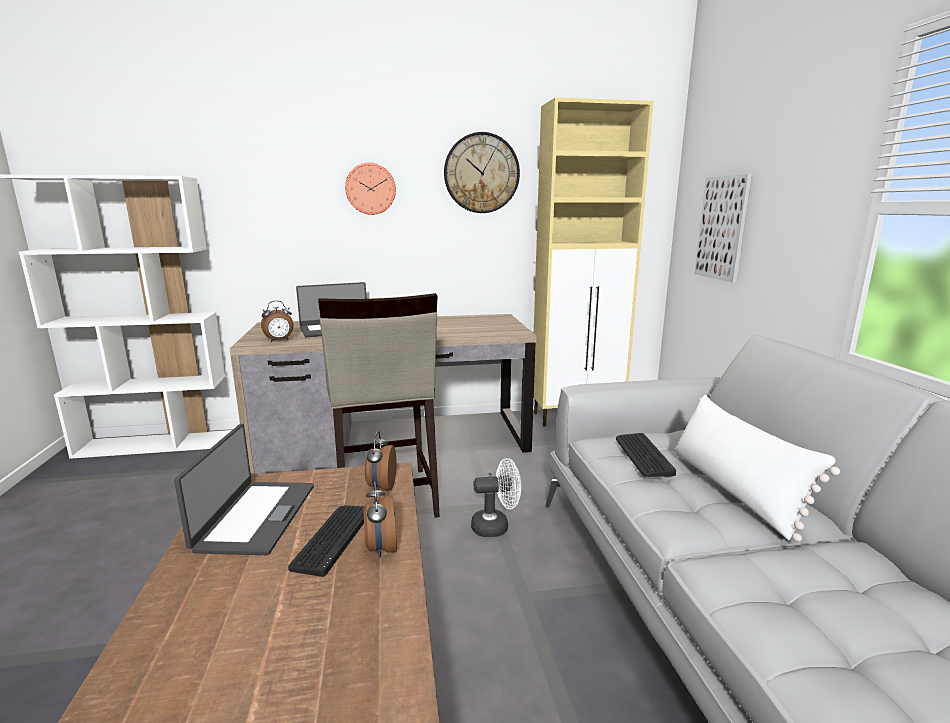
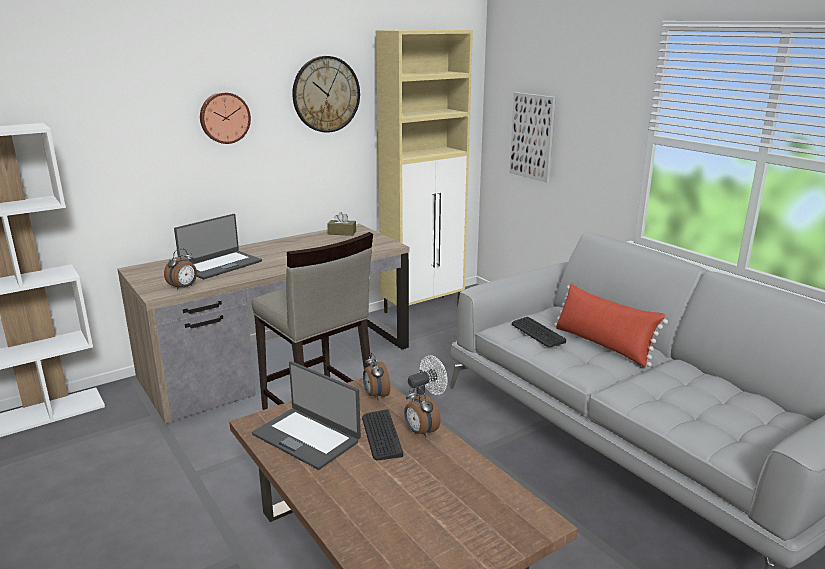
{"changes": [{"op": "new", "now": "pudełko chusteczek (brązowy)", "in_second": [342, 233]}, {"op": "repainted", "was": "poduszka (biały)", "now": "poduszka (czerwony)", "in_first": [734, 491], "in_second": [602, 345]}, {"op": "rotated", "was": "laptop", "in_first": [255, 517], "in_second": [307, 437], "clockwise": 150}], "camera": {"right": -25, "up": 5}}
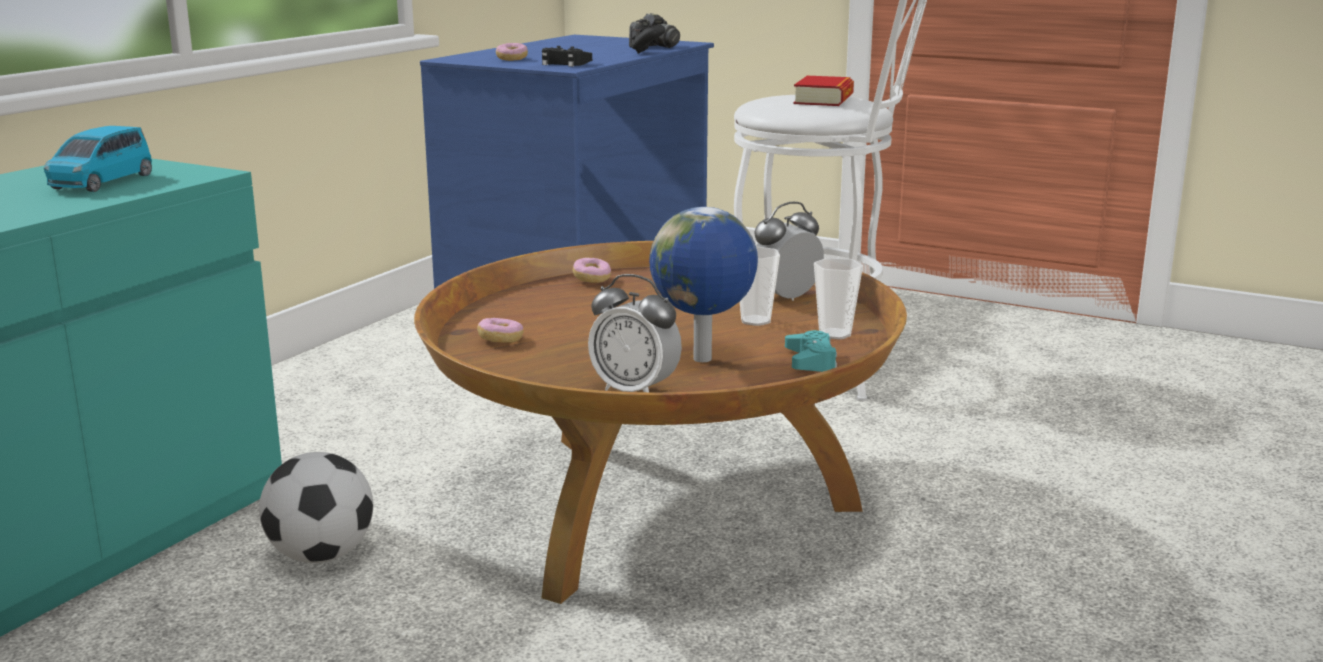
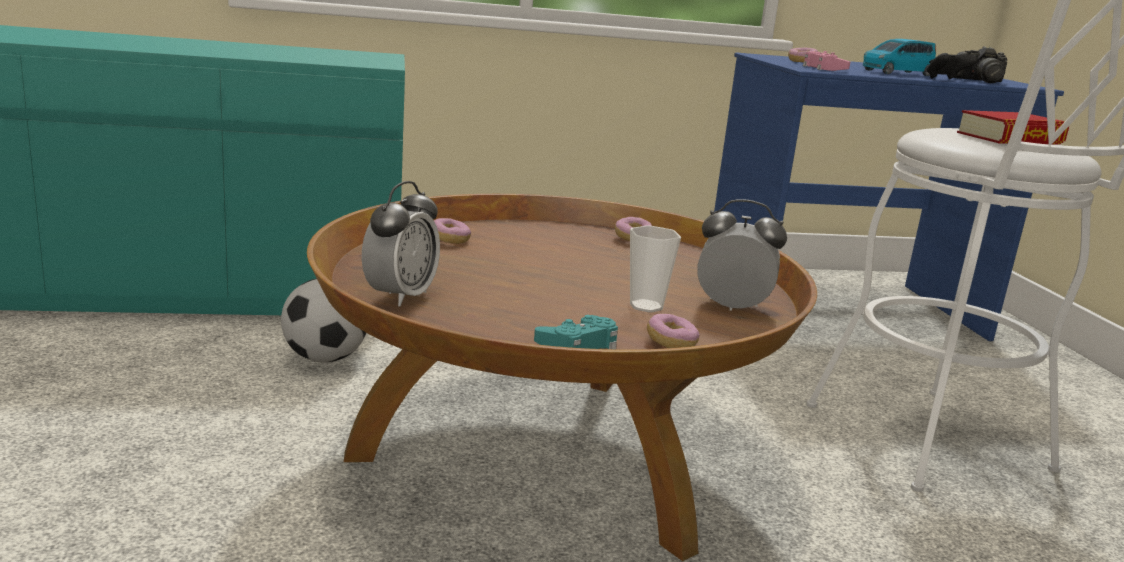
{"changes": [{"op": "gone", "was": "globus", "in_first": [703, 360]}, {"op": "shifted", "was": "samochodzik (niebieski)", "in_first": [101, 182], "in_second": [896, 73]}, {"op": "swapped", "was": "filiżanka", "now": "donut", "in_first": [835, 334], "in_second": [671, 343]}, {"op": "repainted", "was": "pad do gier (czarny)", "now": "pad do gier (różowy)", "in_first": [564, 64], "in_second": [823, 68]}, {"op": "rotated", "was": "budzik", "in_first": [635, 391], "in_second": [400, 296], "clockwise": -150}], "camera": {"right": 50, "up": 0}}
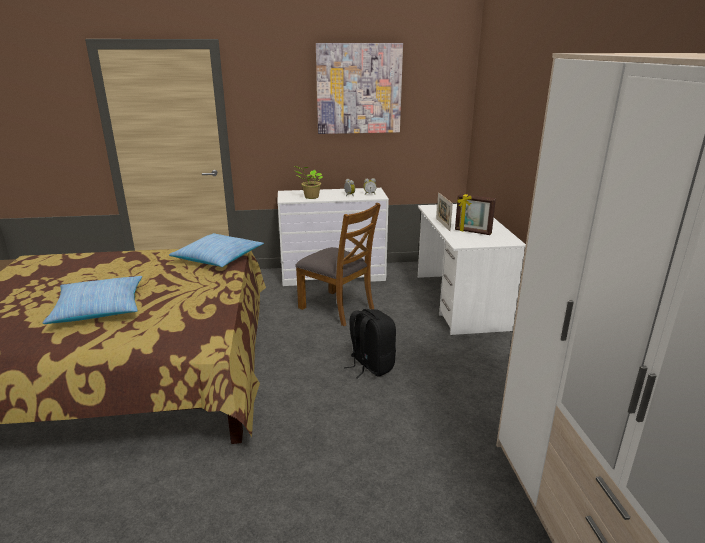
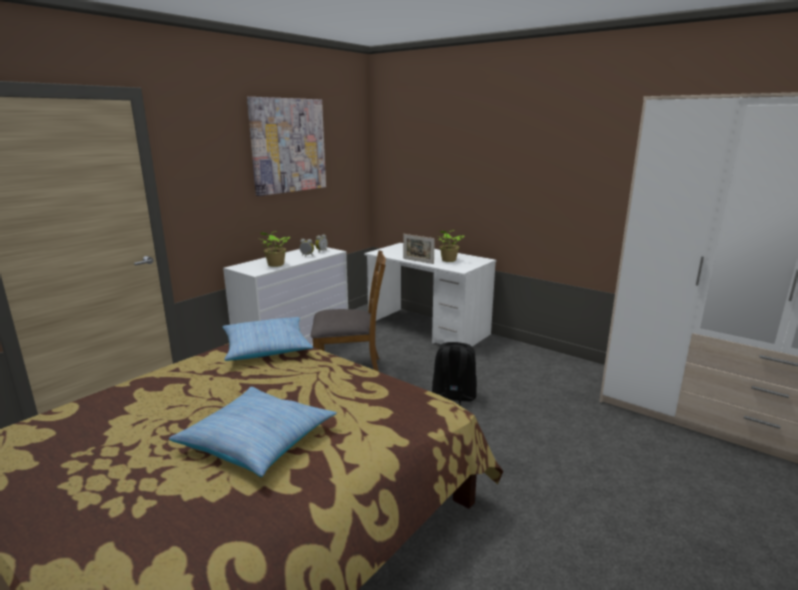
{"changes": [{"op": "swapped", "was": "ramka na zdjęcie", "now": "roślina doniczkowa", "in_first": [472, 232], "in_second": [448, 260]}], "camera": {"right": -45, "up": -5}}
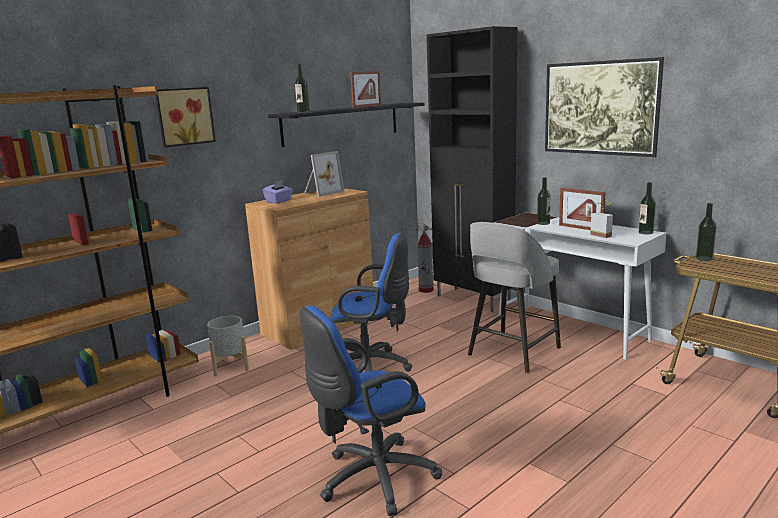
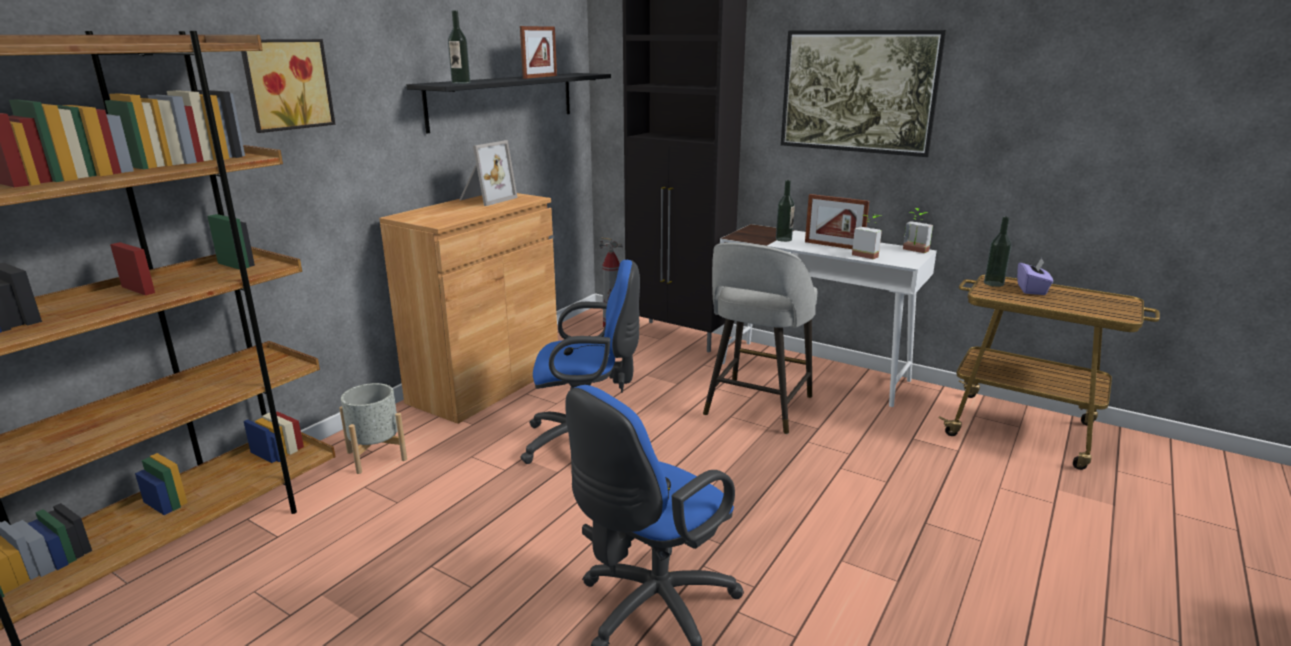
{"changes": [{"op": "shifted", "was": "pudełko chusteczek (fioletowy)", "in_first": [279, 201], "in_second": [1032, 289]}, {"op": "swapped", "was": "butelka", "now": "roślina doniczkowa", "in_first": [645, 232], "in_second": [913, 251]}], "camera": {"right": -15, "up": 5}}
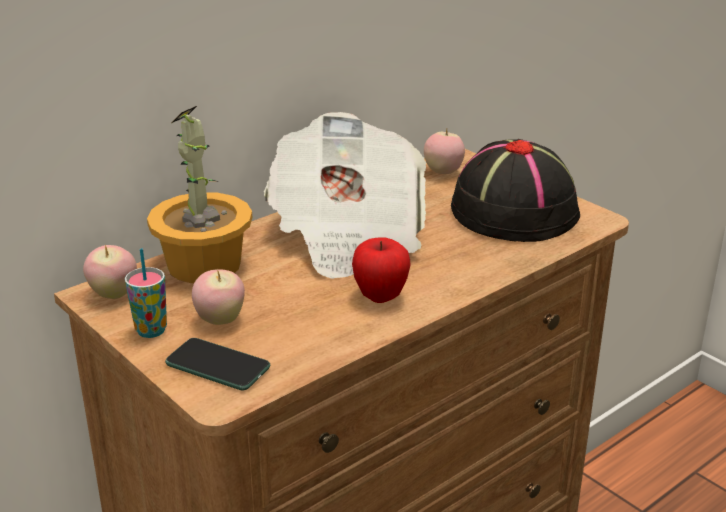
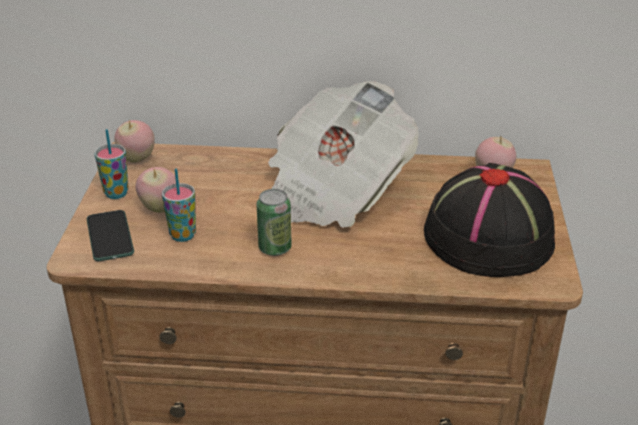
{"changes": [{"op": "gone", "was": "roślina doniczkowa", "in_first": [205, 265]}, {"op": "new", "now": "filiżanka", "in_second": [183, 235]}, {"op": "swapped", "was": "jabłko", "now": "puszka", "in_first": [380, 296], "in_second": [275, 248]}], "camera": {"right": 45, "up": 5}}
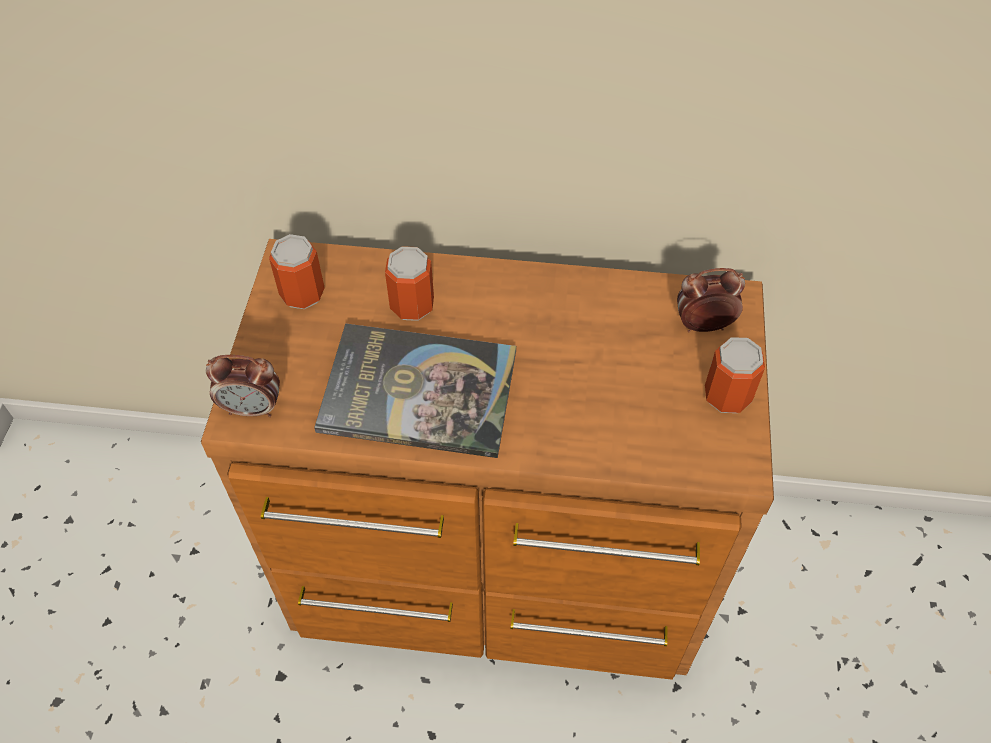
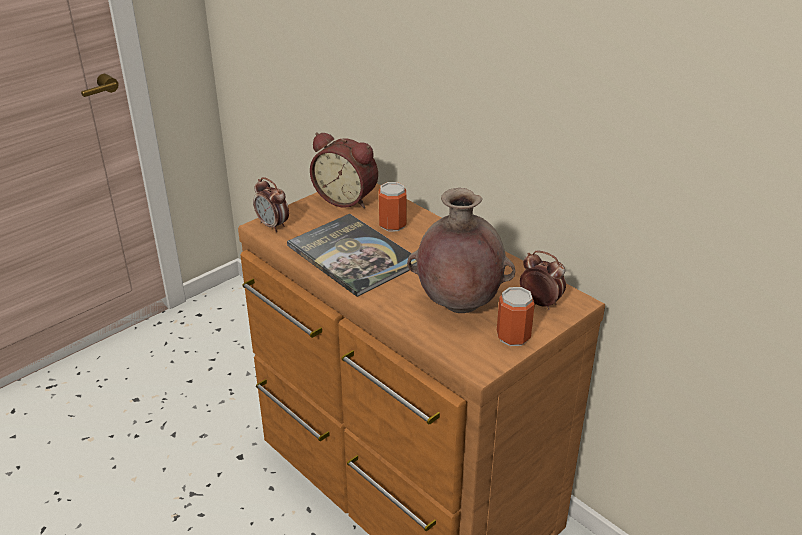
{"changes": [{"op": "new", "now": "wazon (brązowy)", "in_second": [458, 304]}, {"op": "swapped", "was": "puszka", "now": "budzik", "in_first": [302, 294], "in_second": [347, 198]}], "camera": {"right": 40, "up": -20}}
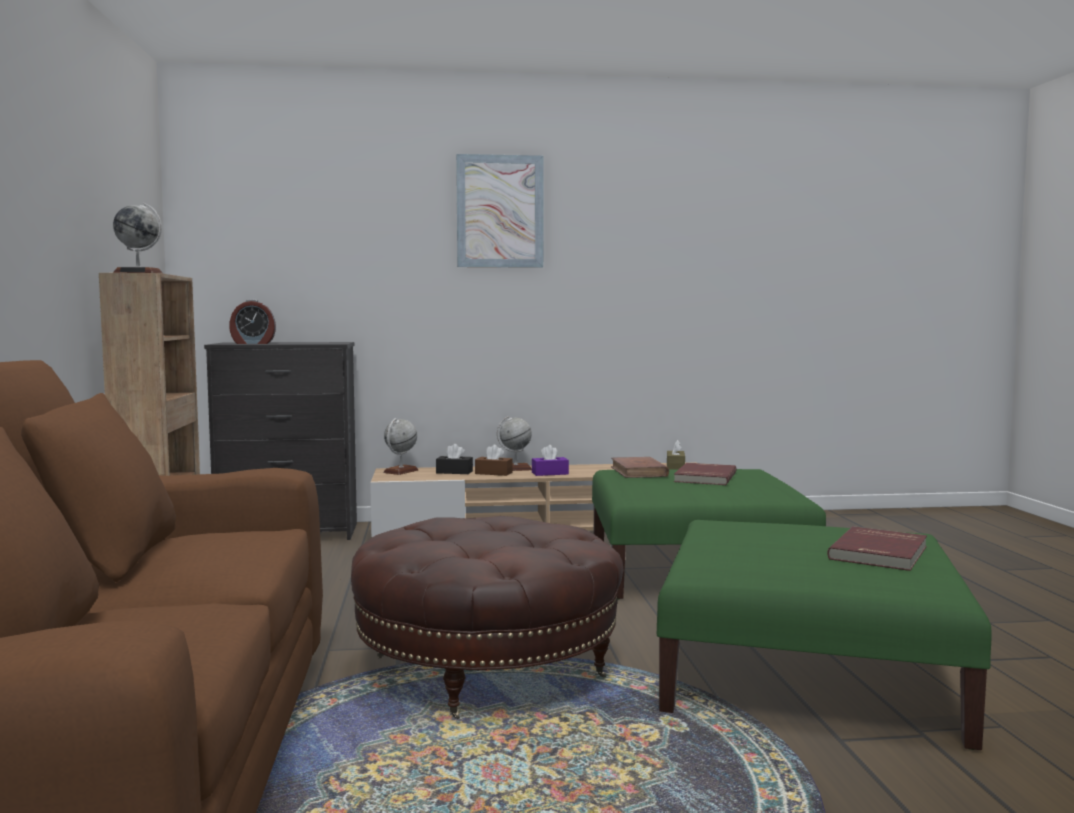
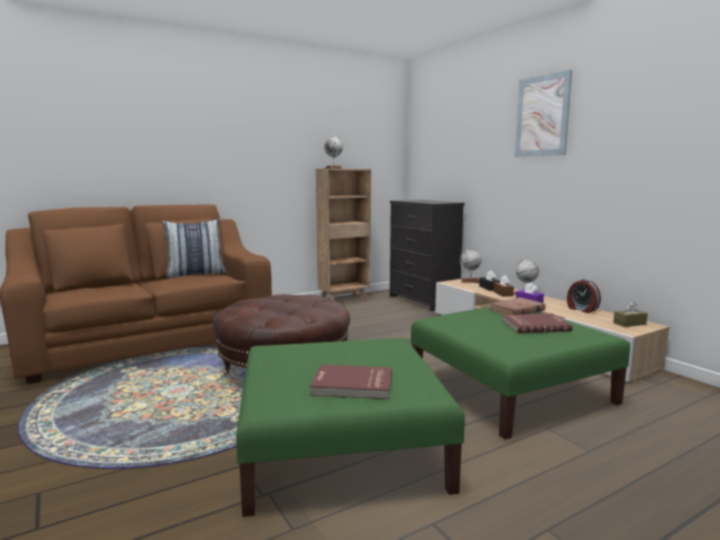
{"changes": [{"op": "new", "now": "poduszka", "in_second": [195, 274]}, {"op": "shifted", "was": "budzik", "in_first": [253, 343], "in_second": [581, 309]}], "camera": {"right": 65, "up": 5}}
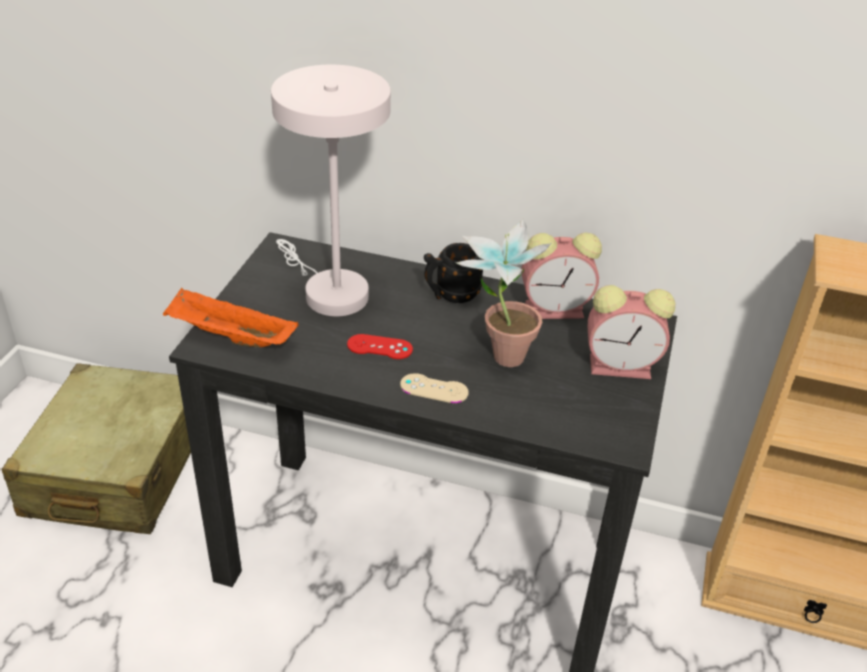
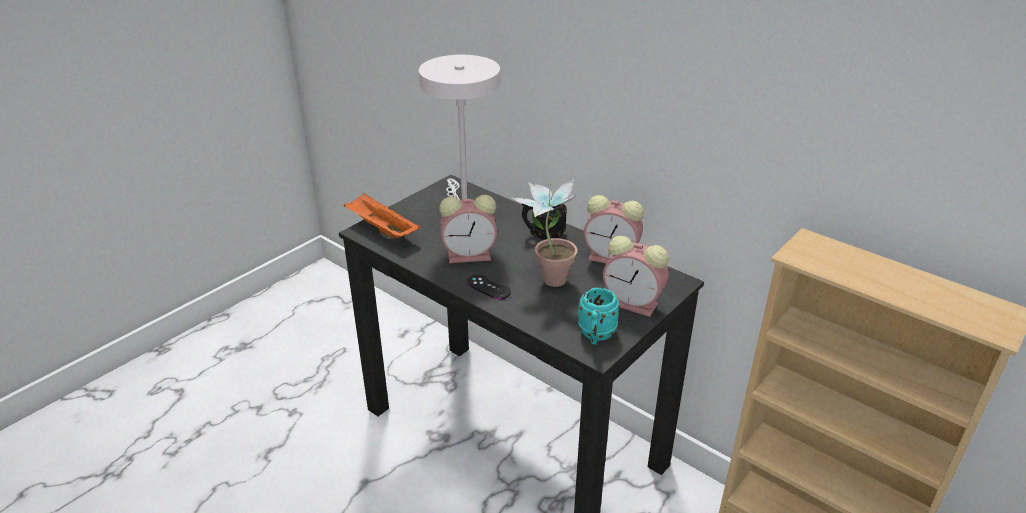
{"changes": [{"op": "gone", "was": "walizka (beżowy)", "in_first": [117, 469]}, {"op": "new", "now": "kubek (turkusowy)", "in_second": [596, 336]}, {"op": "swapped", "was": "pad do gier (czerwony)", "now": "budzik", "in_first": [379, 347], "in_second": [471, 255]}, {"op": "repainted", "was": "pad do gier (beżowy)", "now": "pad do gier (czarny)", "in_first": [434, 389], "in_second": [488, 287]}], "camera": {"right": 25, "up": -5}}
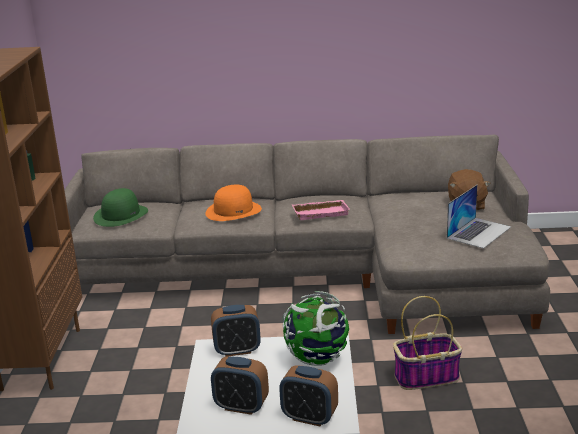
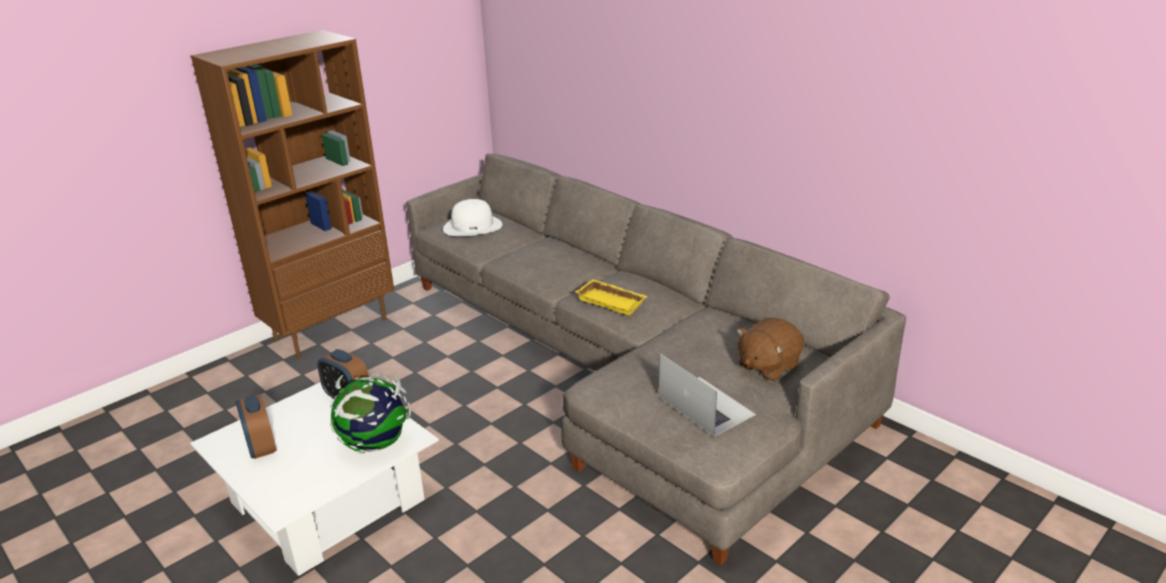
{"changes": [{"op": "gone", "was": "kapelusz (pomarańczowy)", "in_first": [233, 211]}, {"op": "gone", "was": "budzik", "in_first": [309, 417]}, {"op": "gone", "was": "koszyk", "in_first": [427, 377]}, {"op": "repainted", "was": "kapelusz (zielony)", "now": "kapelusz (biały)", "in_first": [121, 215], "in_second": [473, 226]}, {"op": "repainted", "was": "taca (różowy)", "now": "taca (żółty)", "in_first": [321, 213], "in_second": [613, 301]}, {"op": "rotated", "was": "laptop", "in_first": [479, 232], "in_second": [705, 405], "clockwise": -120}], "camera": {"right": 45, "up": 5}}
